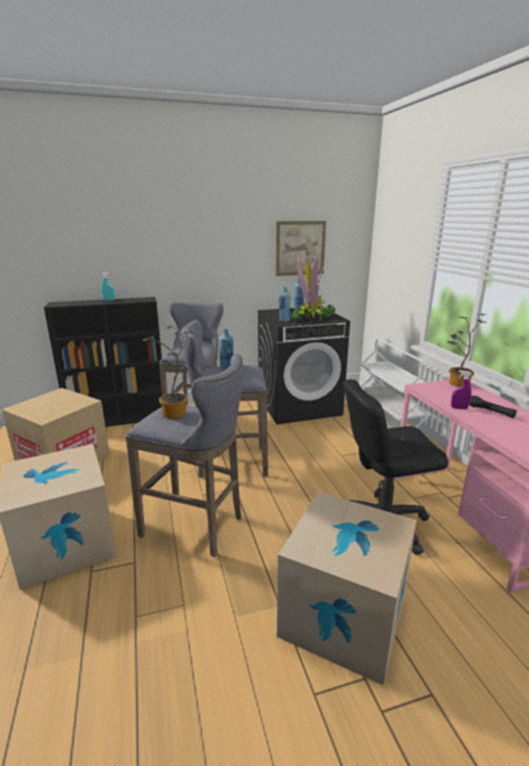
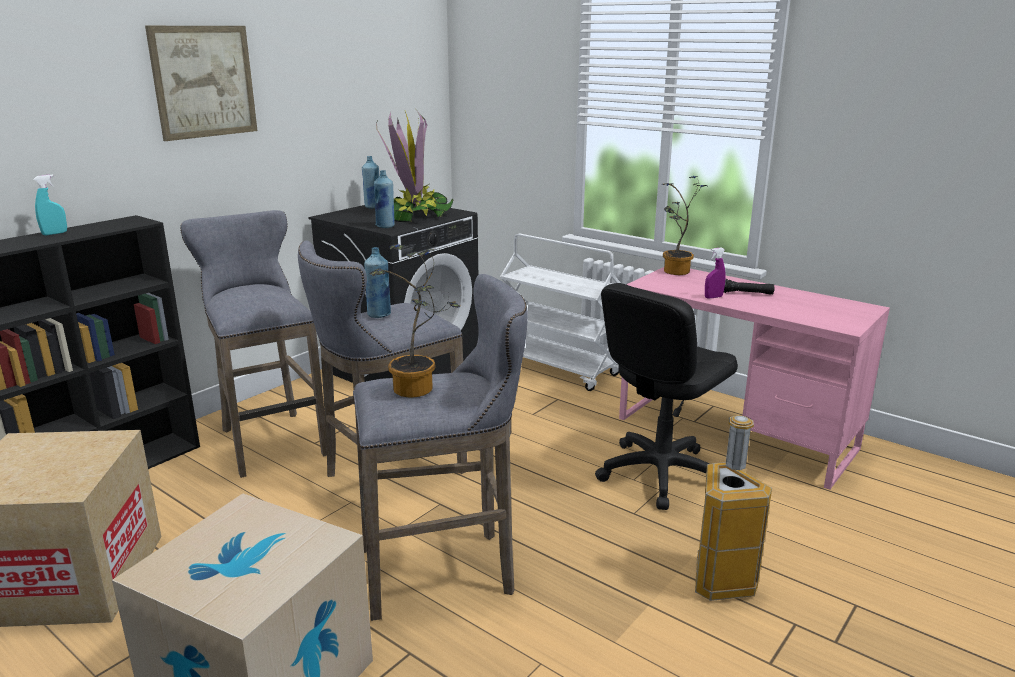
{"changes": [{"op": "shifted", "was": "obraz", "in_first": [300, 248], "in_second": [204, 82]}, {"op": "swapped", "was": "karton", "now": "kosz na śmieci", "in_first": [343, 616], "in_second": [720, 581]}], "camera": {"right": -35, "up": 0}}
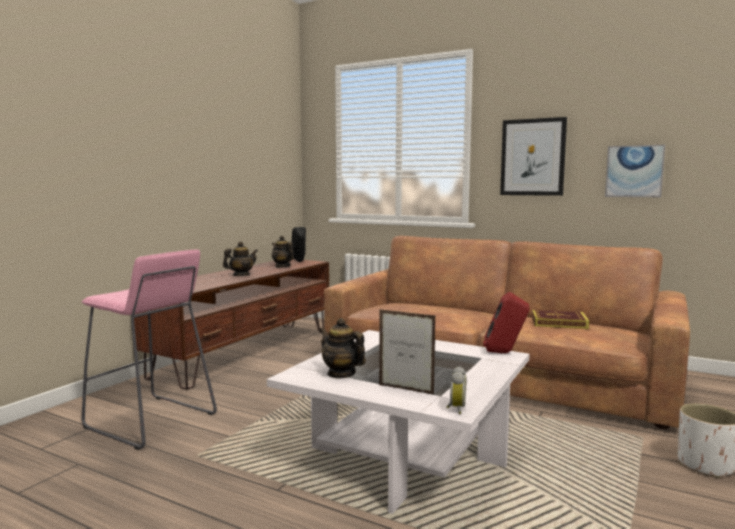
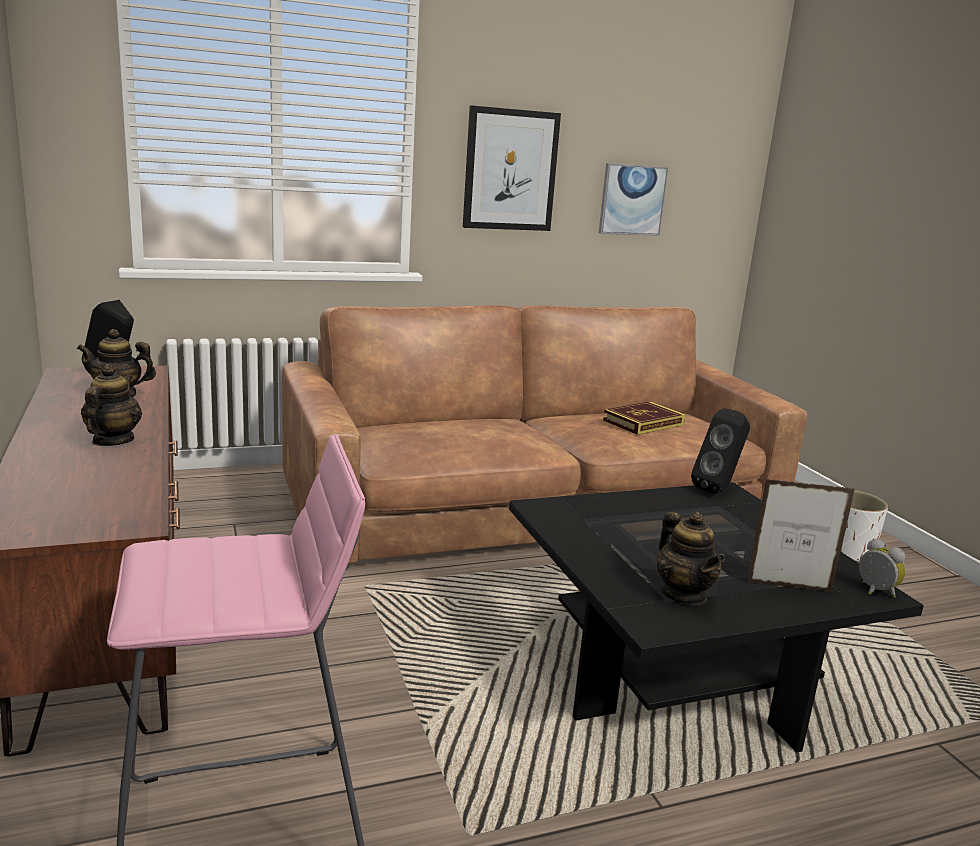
{"changes": [{"op": "repainted", "was": "ława (biały)", "now": "ława (czarny)", "in_first": [406, 457], "in_second": [676, 672]}, {"op": "repainted", "was": "głośnik (czerwony)", "now": "głośnik (czarny)", "in_first": [505, 353], "in_second": [718, 489]}, {"op": "rotated", "was": "imbryk", "in_first": [341, 373], "in_second": [683, 594], "clockwise": -105}, {"op": "rotated", "was": "ramka na zdjęcie", "in_first": [406, 389], "in_second": [788, 587], "clockwise": -150}], "camera": {"right": -50, "up": 10}}
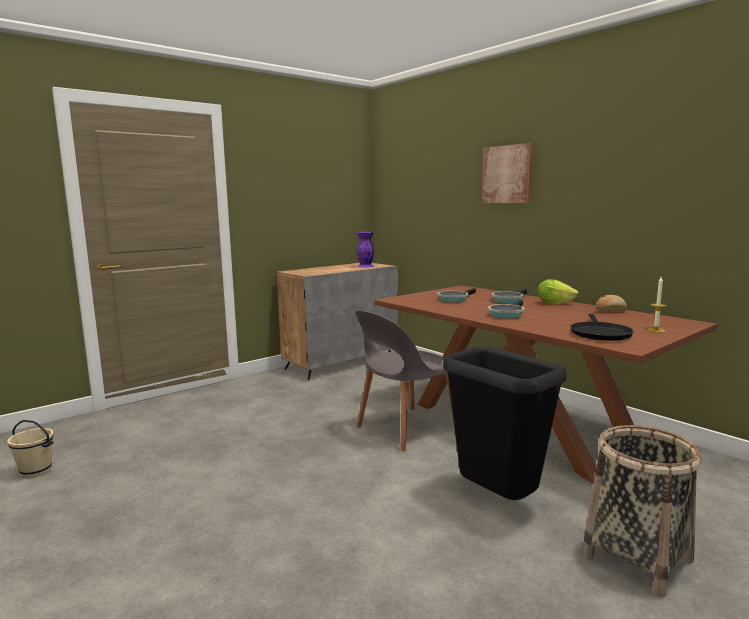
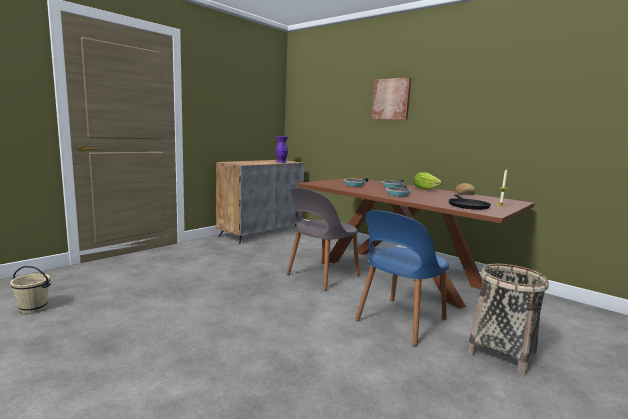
{"changes": [{"op": "swapped", "was": "kosz na śmieci (czarny)", "now": "krzesło (niebieski)", "in_first": [495, 501], "in_second": [400, 321]}], "camera": {"right": -10, "up": 0}}
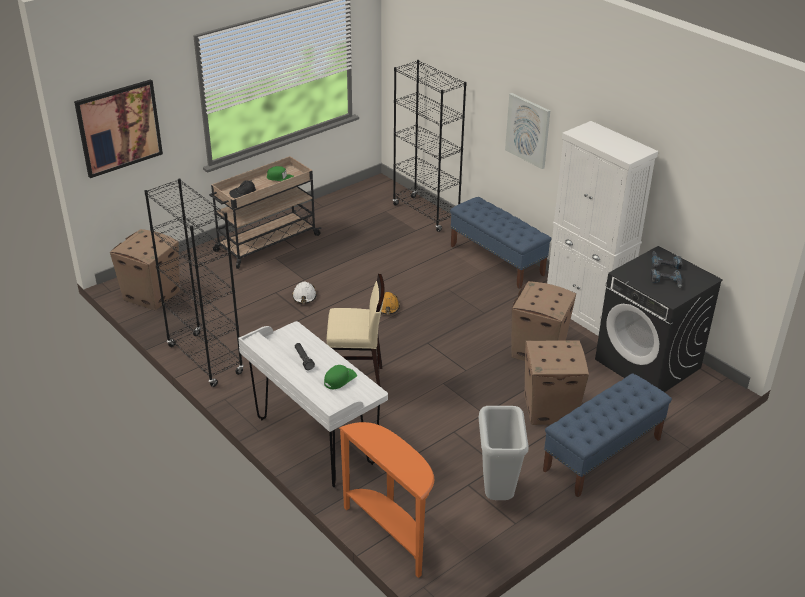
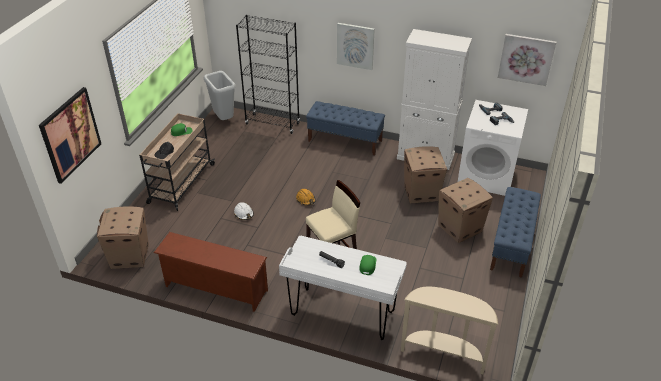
{"changes": [{"op": "new", "now": "obraz", "in_second": [526, 59]}, {"op": "shifted", "was": "kosz na śmieci (szary)", "in_first": [496, 493], "in_second": [223, 119]}, {"op": "swapped", "was": "regał (czarny)", "now": "regał na buty (brązowy)", "in_first": [205, 360], "in_second": [215, 289]}, {"op": "repainted", "was": "stolik konsolowy (pomarańczowy)", "now": "stolik konsolowy (beżowy)", "in_first": [391, 534], "in_second": [443, 353]}, {"op": "repainted", "was": "pralka (czarny)", "now": "pralka (biały)", "in_first": [648, 364], "in_second": [486, 176]}], "camera": {"right": -30, "up": 5}}
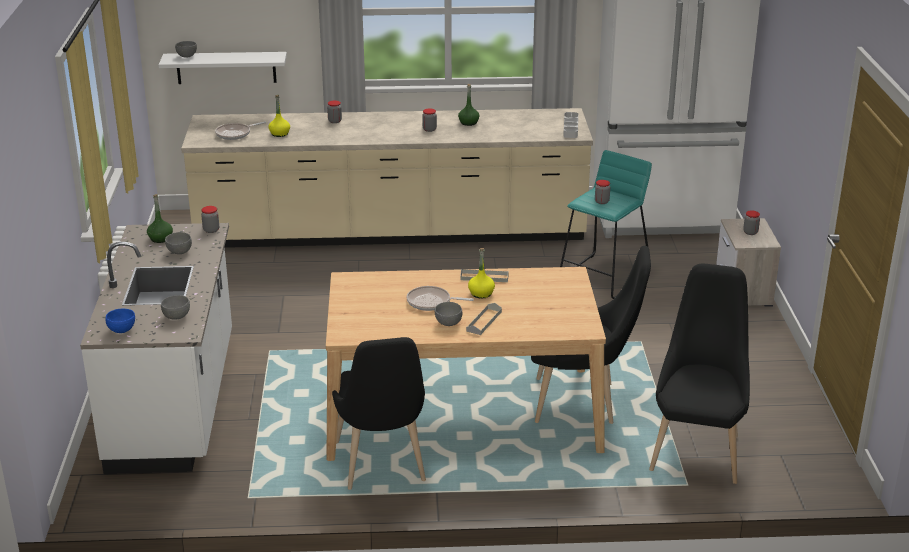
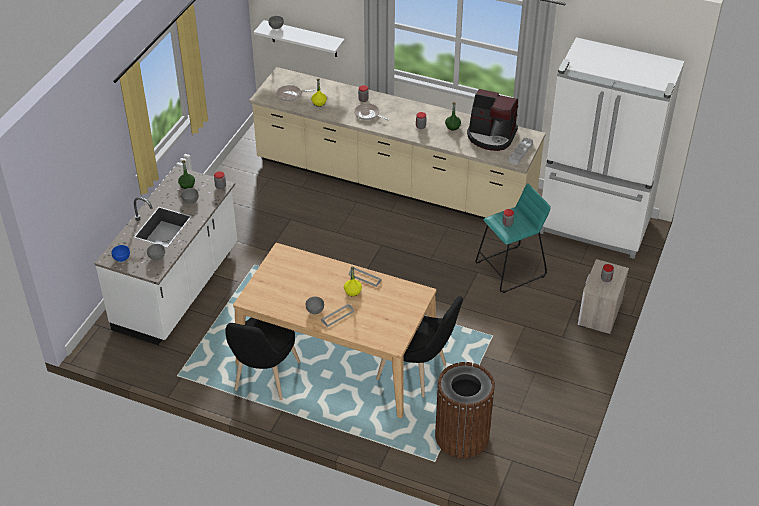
{"changes": [{"op": "new", "now": "ekspres do kawy", "in_second": [491, 136]}, {"op": "shifted", "was": "patelnia", "in_first": [431, 302], "in_second": [368, 114]}, {"op": "swapped", "was": "krzesło (czarny)", "now": "kosz na śmieci (brązowy)", "in_first": [697, 449], "in_second": [462, 436]}], "camera": {"right": 25, "up": 15}}
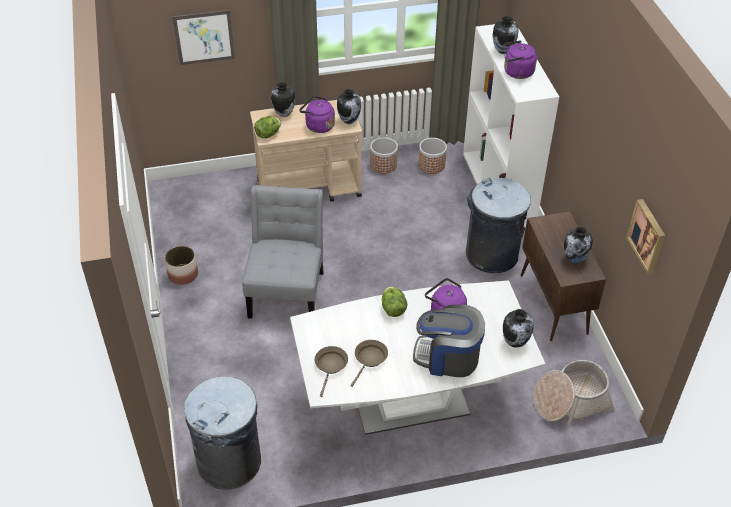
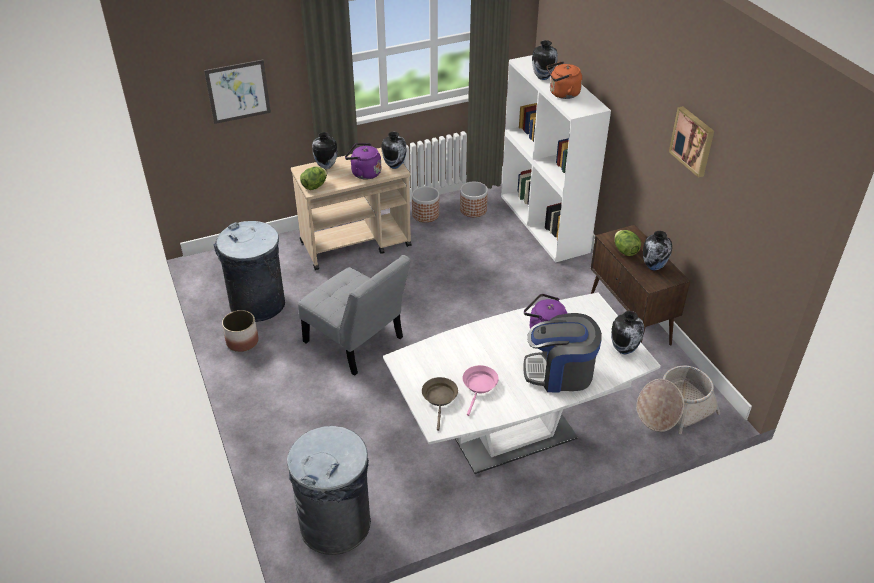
{"changes": [{"op": "shifted", "was": "sałata", "in_first": [393, 309], "in_second": [625, 251]}, {"op": "shifted", "was": "kosz na śmieci (szary)", "in_first": [491, 255], "in_second": [257, 304]}, {"op": "shifted", "was": "obraz", "in_first": [648, 236], "in_second": [693, 141]}, {"op": "repainted", "was": "patelnia (brązowy)", "now": "patelnia (różowy)", "in_first": [370, 359], "in_second": [479, 386]}, {"op": "repainted", "was": "czajnik (fioletowy)", "now": "czajnik (pomarańczowy)", "in_first": [516, 72], "in_second": [562, 94]}, {"op": "rotated", "was": "krzesło (szary)", "in_first": [287, 290], "in_second": [357, 343], "clockwise": 135}], "camera": {"right": -10, "up": -5}}
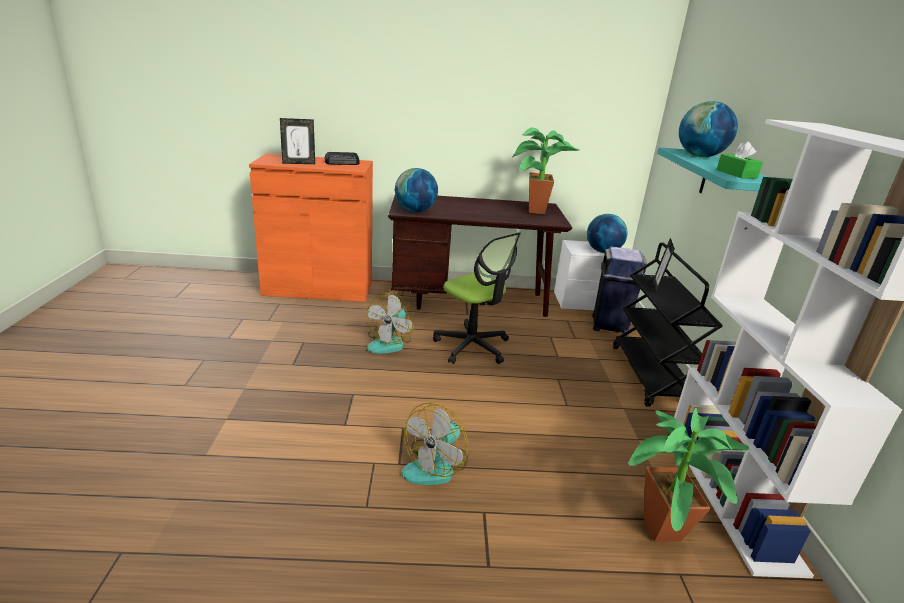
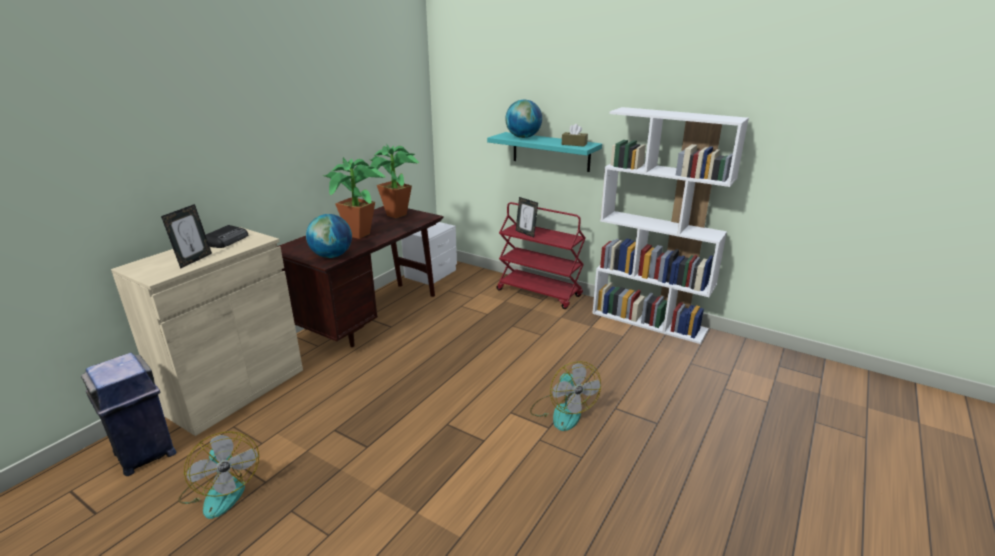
{"changes": [{"op": "gone", "was": "krzesło biurowe", "in_first": [472, 346]}, {"op": "gone", "was": "globus", "in_first": [602, 251]}, {"op": "shifted", "was": "wentylator", "in_first": [390, 343], "in_second": [221, 491]}, {"op": "shifted", "was": "kosz na śmieci (niebieski)", "in_first": [609, 326], "in_second": [145, 454]}, {"op": "shifted", "was": "roślina doniczkowa", "in_first": [661, 537], "in_second": [360, 236]}, {"op": "repainted", "was": "szafka (pomarańczowy)", "now": "szafka (beżowy)", "in_first": [318, 288], "in_second": [235, 390]}, {"op": "repainted", "was": "wózek (czarny)", "now": "wózek (czerwony)", "in_first": [651, 376], "in_second": [539, 293]}, {"op": "repainted", "was": "pudełko chusteczek (zielony)", "now": "pudełko chusteczek (brązowy)", "in_first": [736, 174], "in_second": [574, 144]}], "camera": {"right": -55, "up": 0}}
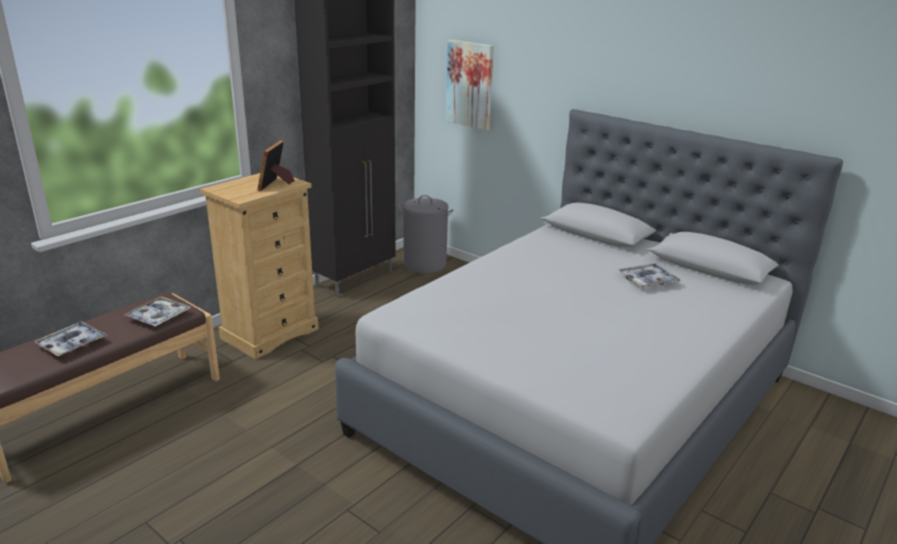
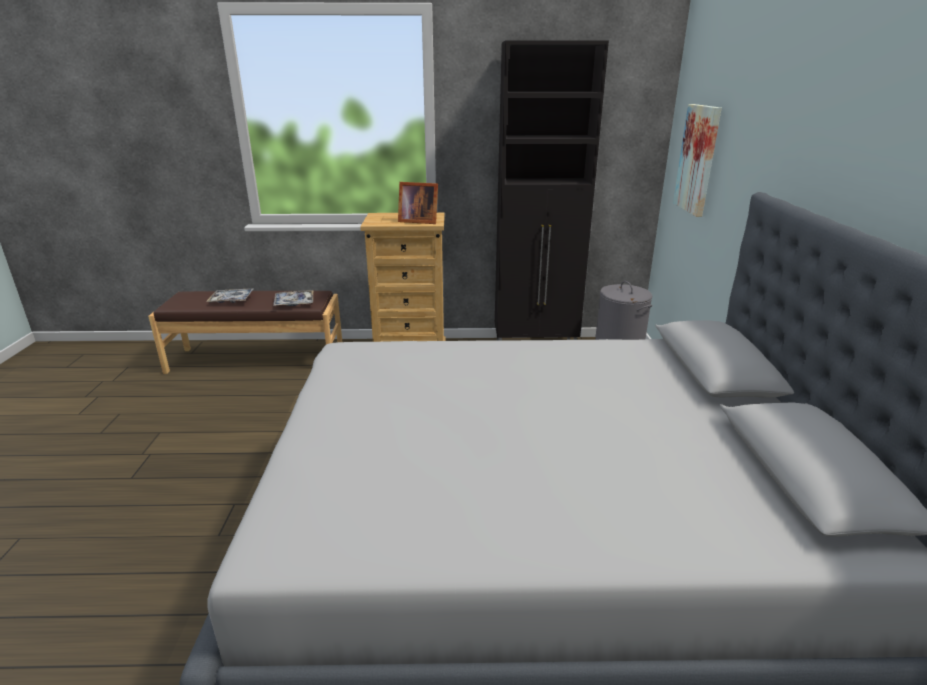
{"changes": [{"op": "gone", "was": "taca", "in_first": [647, 280]}, {"op": "rotated", "was": "ramka na zdjęcie", "in_first": [276, 184], "in_second": [417, 221], "clockwise": -135}], "camera": {"right": 50, "up": 0}}
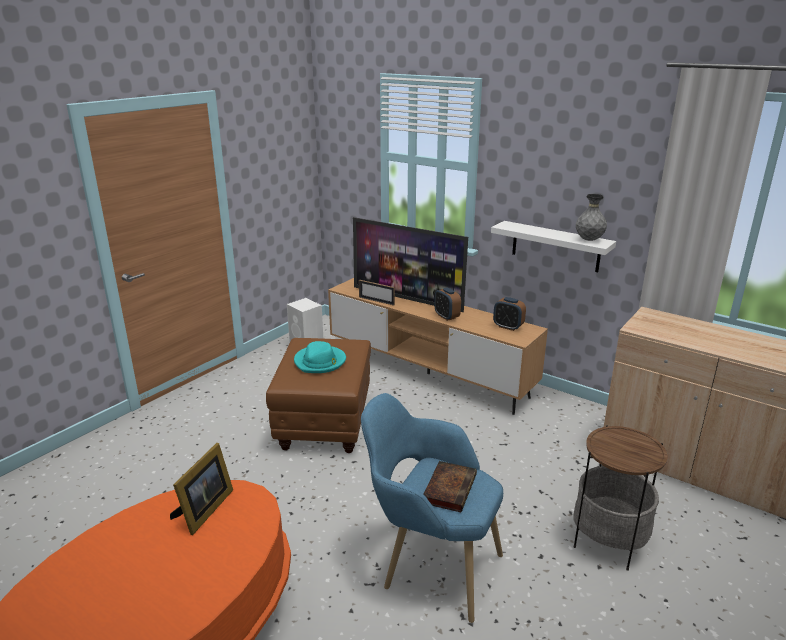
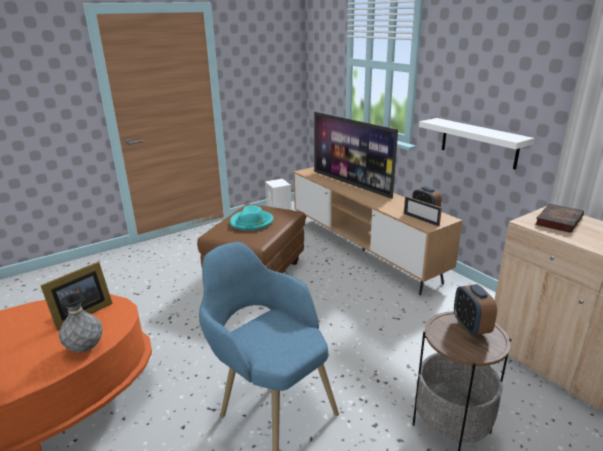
{"changes": [{"op": "shifted", "was": "ramka na zdjęcie", "in_first": [376, 301], "in_second": [421, 219]}, {"op": "shifted", "was": "książka", "in_first": [449, 488], "in_second": [558, 220]}, {"op": "shifted", "was": "budzik", "in_first": [446, 316], "in_second": [471, 327]}, {"op": "shifted", "was": "wazon (szary)", "in_first": [589, 240], "in_second": [85, 348]}], "camera": {"right": 20, "up": 0}}
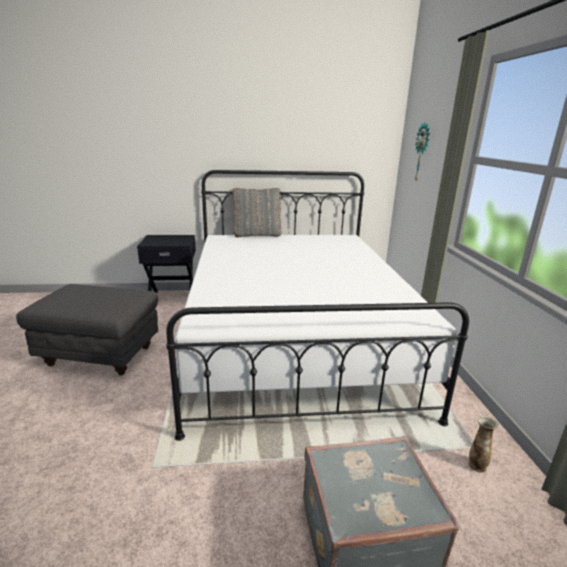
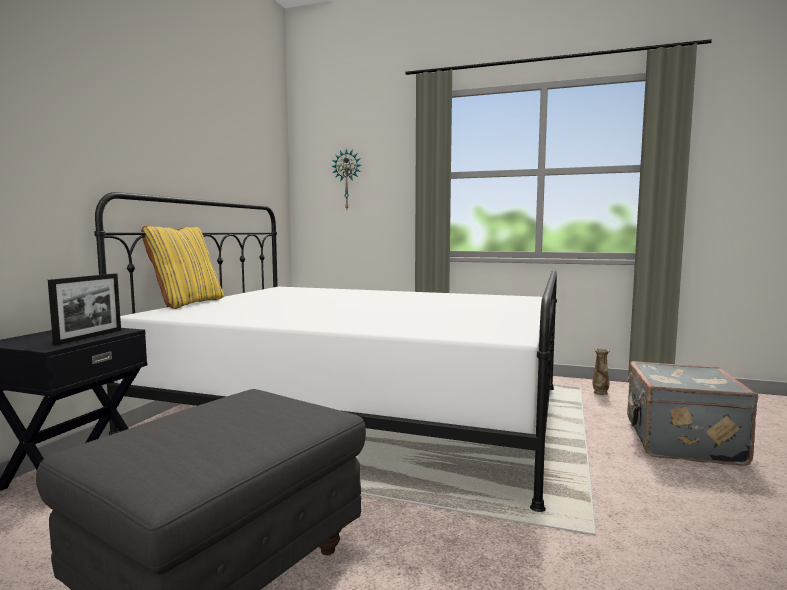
{"changes": [{"op": "new", "now": "ramka na zdjęcie", "in_second": [89, 337]}, {"op": "repainted", "was": "poduszka (szary)", "now": "poduszka (żółty)", "in_first": [257, 235], "in_second": [187, 303]}], "camera": {"right": -65, "up": -15}}
